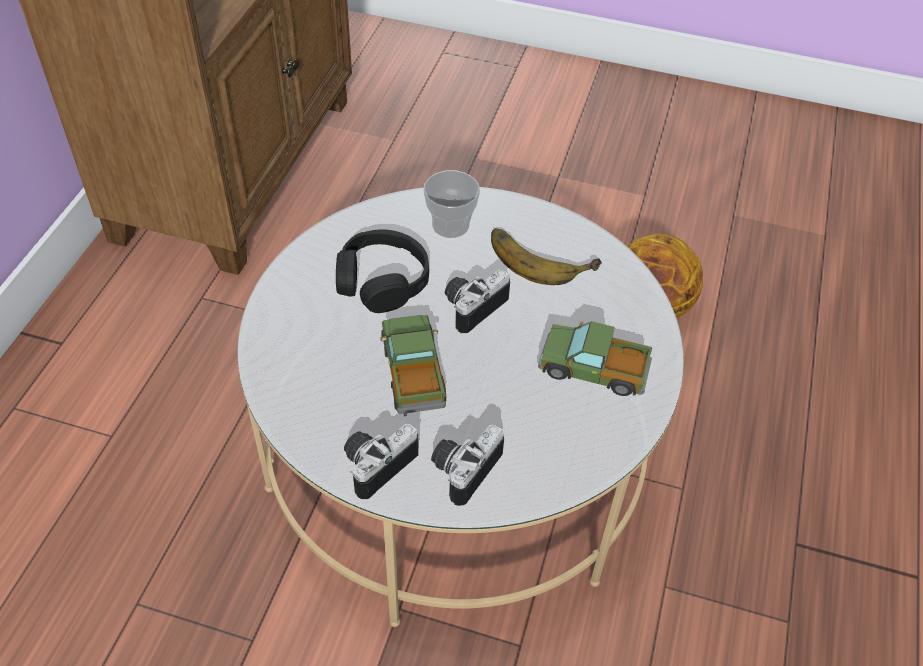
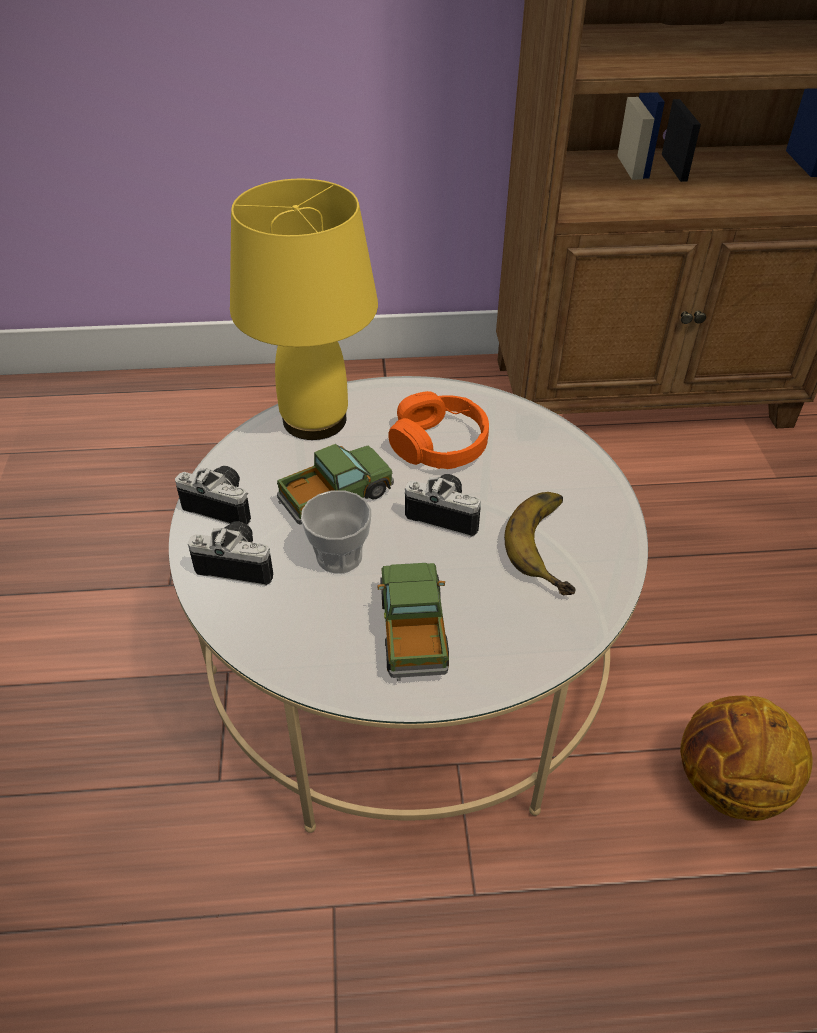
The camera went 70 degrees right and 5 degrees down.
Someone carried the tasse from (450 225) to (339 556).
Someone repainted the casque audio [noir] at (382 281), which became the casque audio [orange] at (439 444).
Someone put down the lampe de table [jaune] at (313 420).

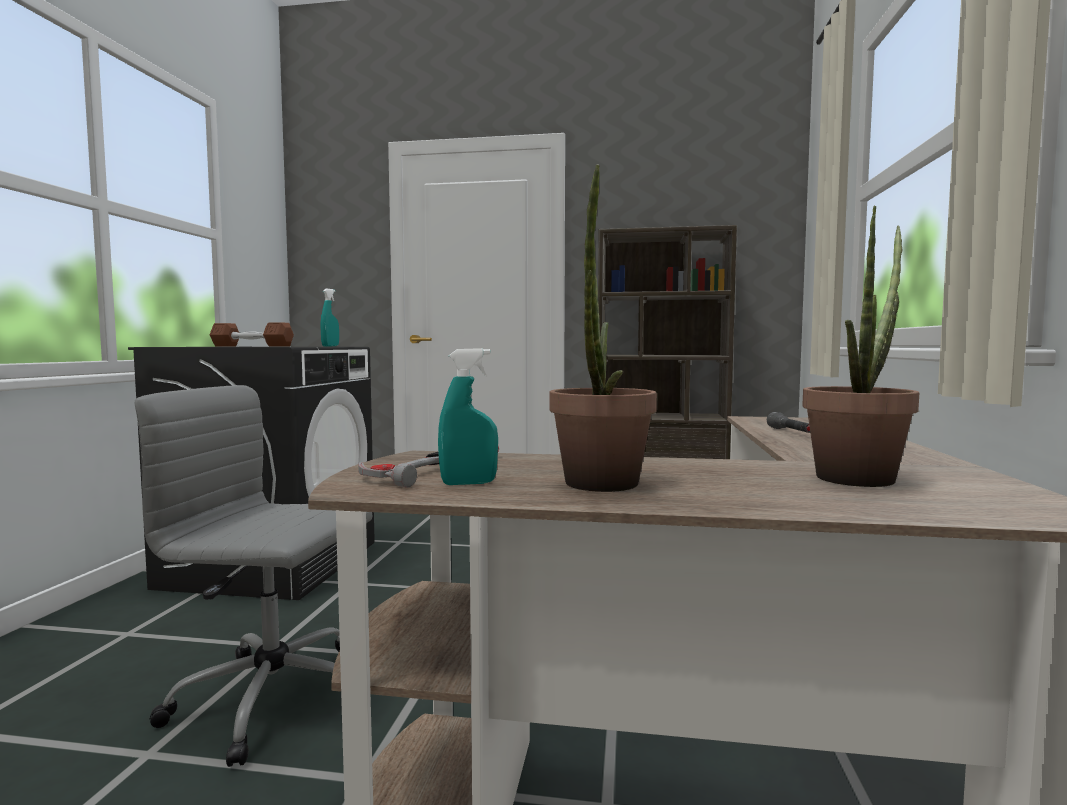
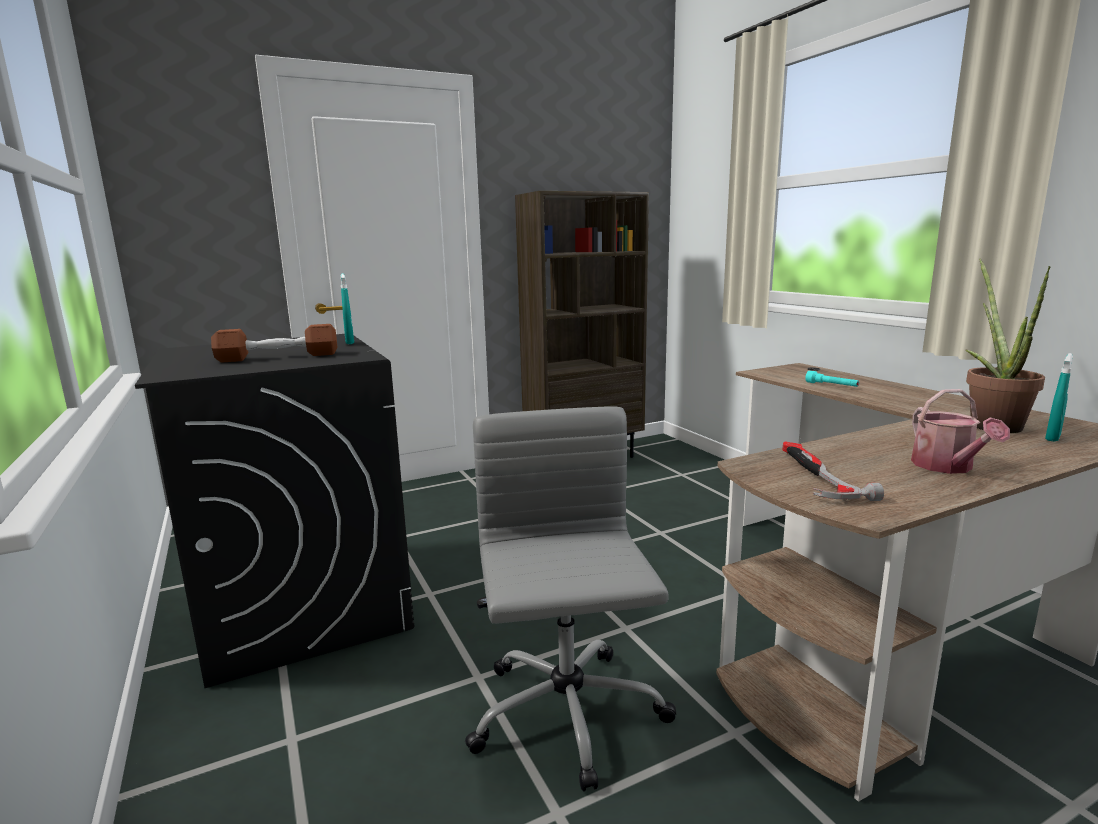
The camera went 35 degrees left and 10 degrees up.
Someone swapped the plante en pot at (600 487) for the arrosoir at (947 467).
Someone carried the vaporisateur [turquoise] from (468 483) to (1052 438).
Someone rotated the chaise de bureau [gris] at (276 697) by 105 degrees clockwise.
Someone repainted the lampe de poche [gris] at (790 432), which became the lampe de poche [turquoise] at (831 386).

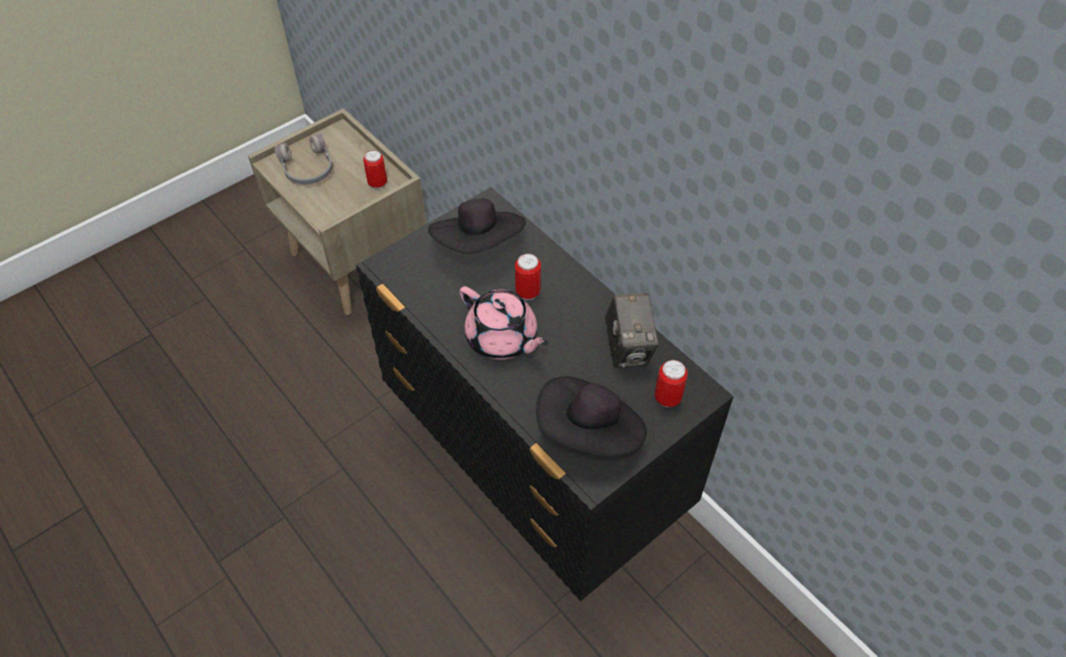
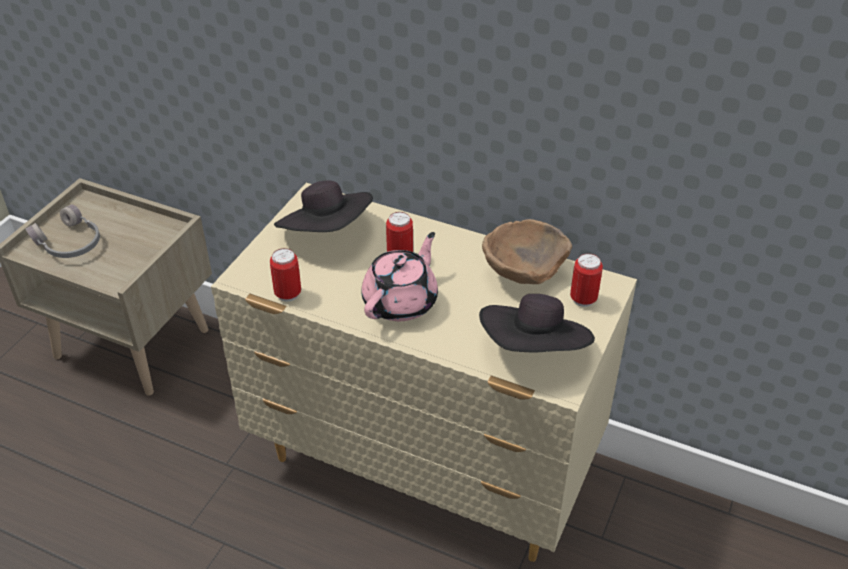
The camera went 25 degrees left and 10 degrees down.
Someone carried the boîte métallique from (377 183) to (288 294).
Someone repainted the commode [noir] at (535 470), which became the commode [beige] at (426 469).
Someone rotated the théière [rose] at (502 339) by 75 degrees counterclockwise.
Someone swapped the appareil photo at (628 348) for the bol [marron] at (522 272).

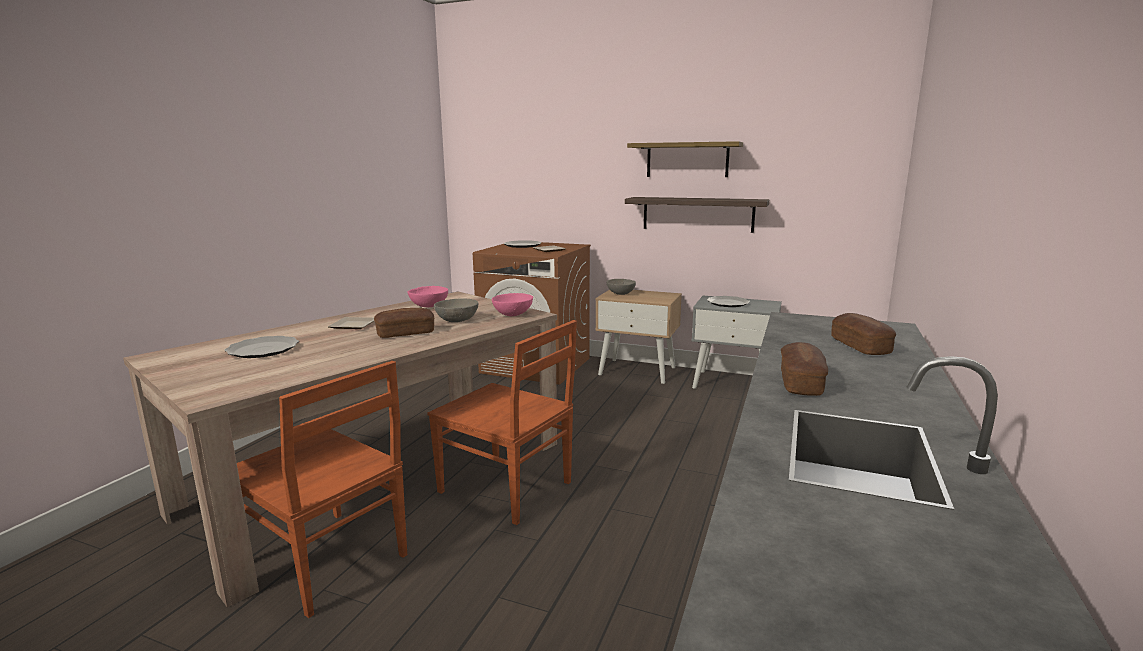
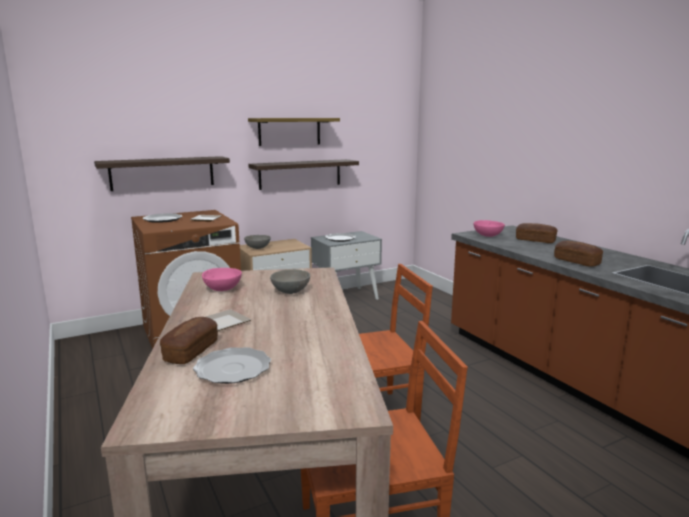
The camera went 50 degrees left and 0 degrees up.
Someone carried the bol [rose] from (513 314) to (487 235).
Someone carried the pain from (405 333) to (191 351).
Someone put up the étagère at (162 173).

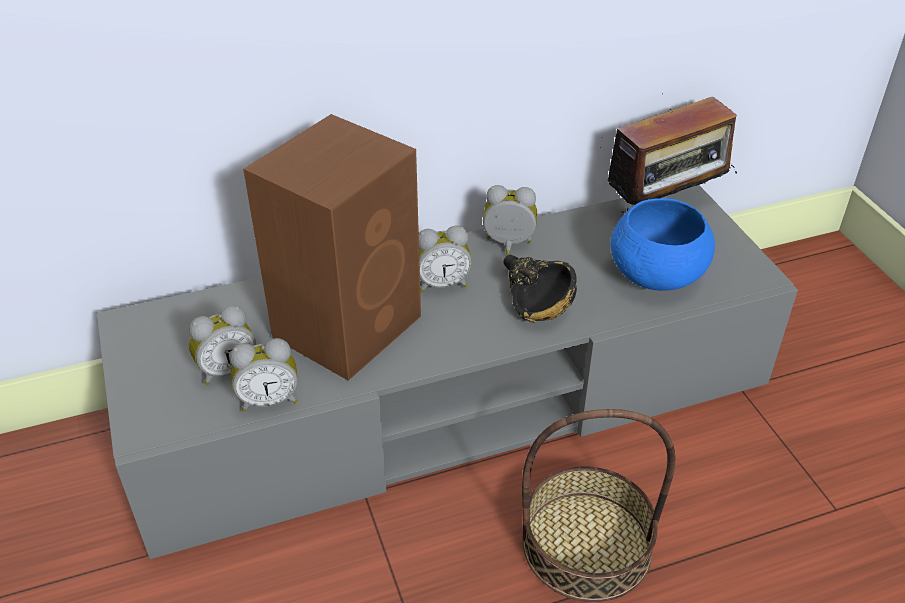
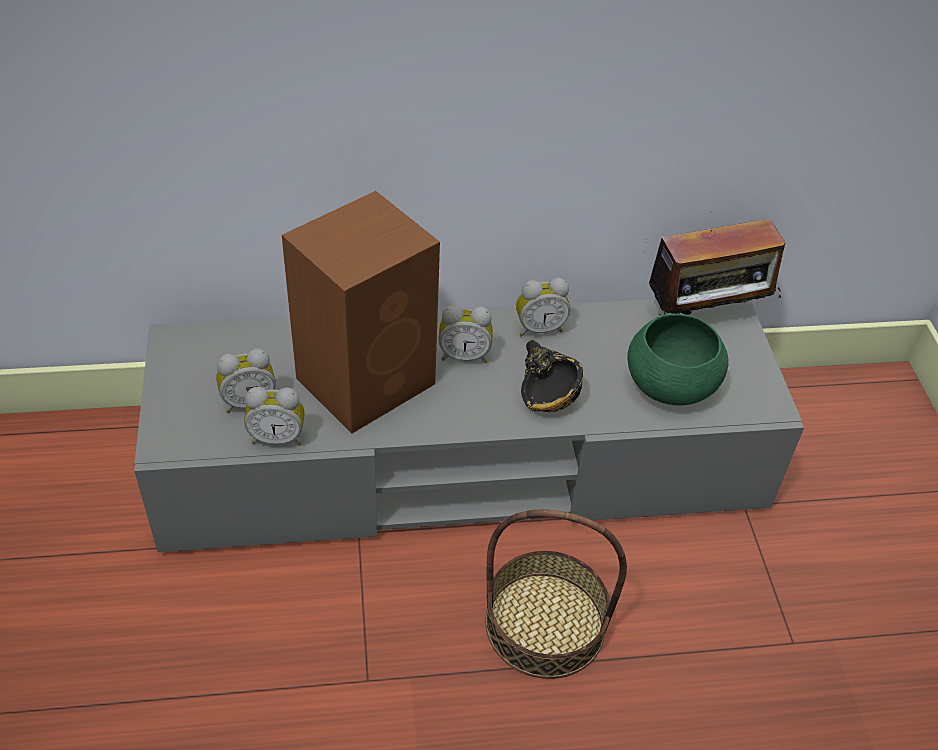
The camera went 10 degrees right and 5 degrees up.
Someone rotated the réveil at (508 245) by 150 degrees clockwise.
Someone repainted the bol [bleu] at (655 275), which became the bol [vert] at (669 386).

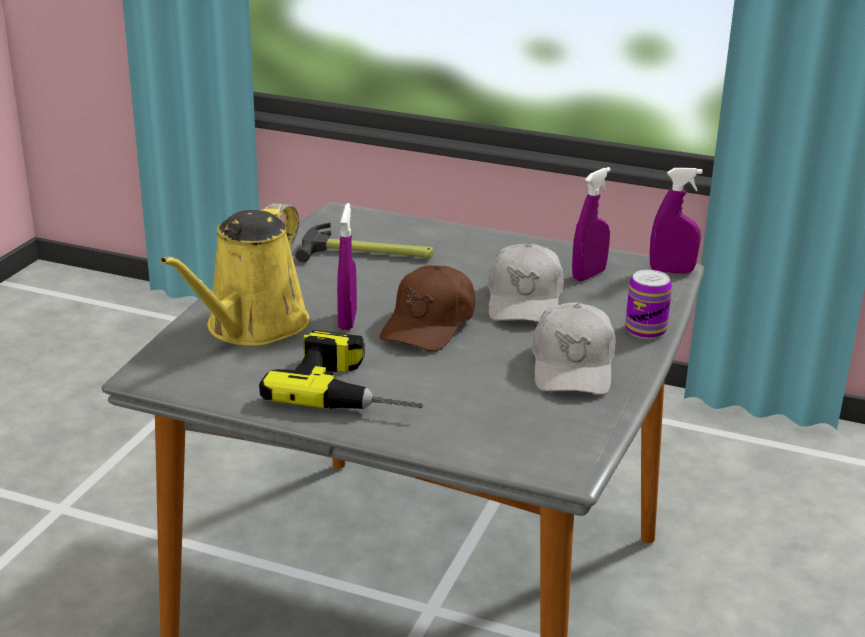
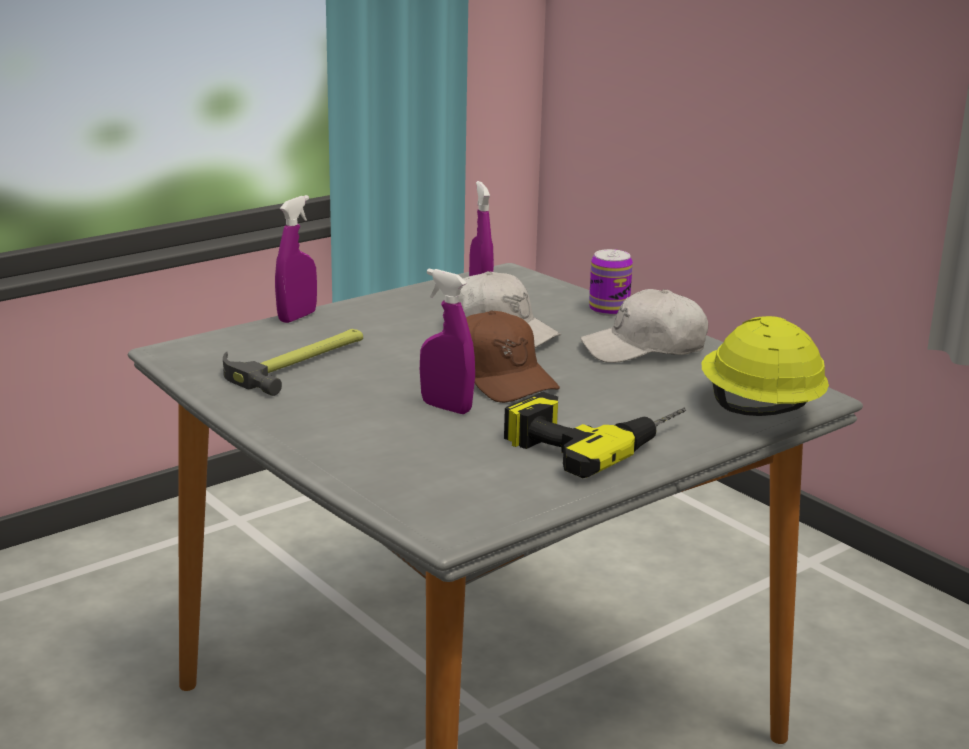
The camera went 60 degrees left and 5 degrees down.
Someone carried the vaporisateur [violet] from (671 271) to (297 317).
Someone took away the arrosoir [jaune] at (252 327).
Someone rotated the casquette [blanc] at (573 366) by 135 degrees clockwise.
Someone put down the casque de chantier [jaune] at (759 410).

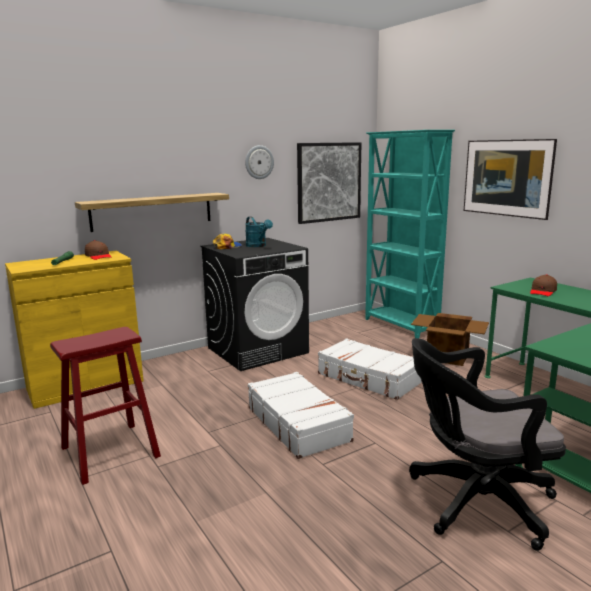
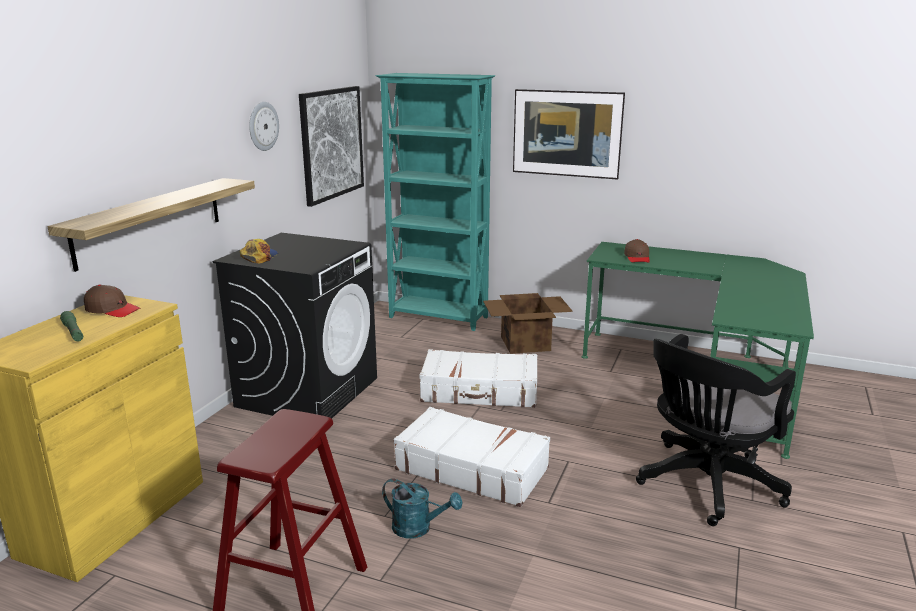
The camera went 35 degrees left and 5 degrees up.
Someone carried the arrosoir [turquoise] from (258 246) to (418 528).

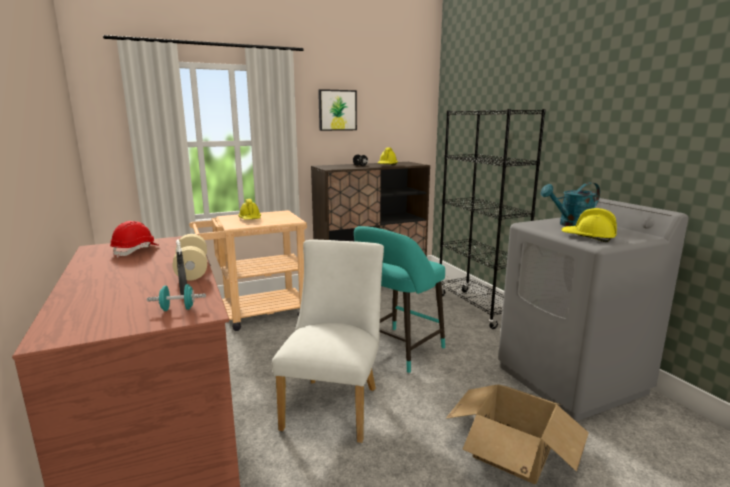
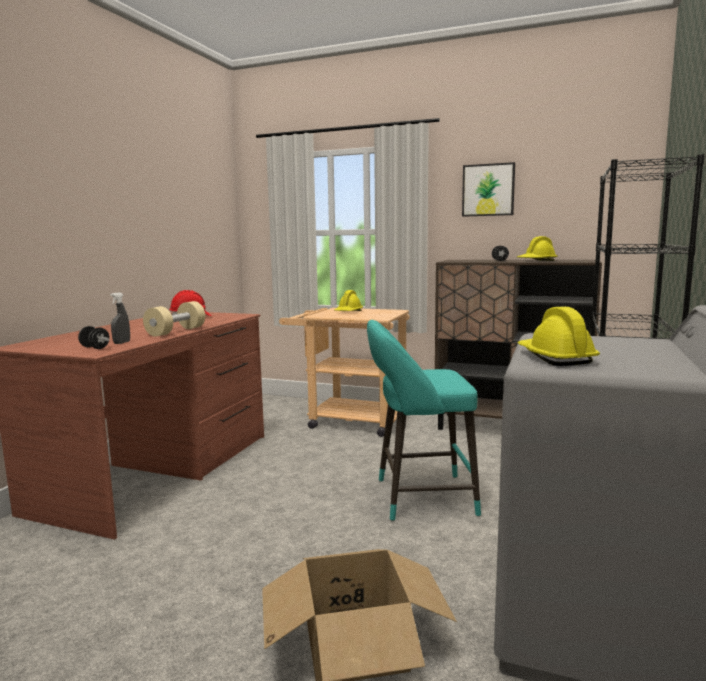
The camera went 45 degrees right and 5 degrees down.
Someone took away the arrosoir [turquoise] at (571 225).
Someone took away the chaise [blanc] at (334 404).
Someone repainted the haltère [turquoise] at (178 309), which became the haltère [noir] at (95 348).

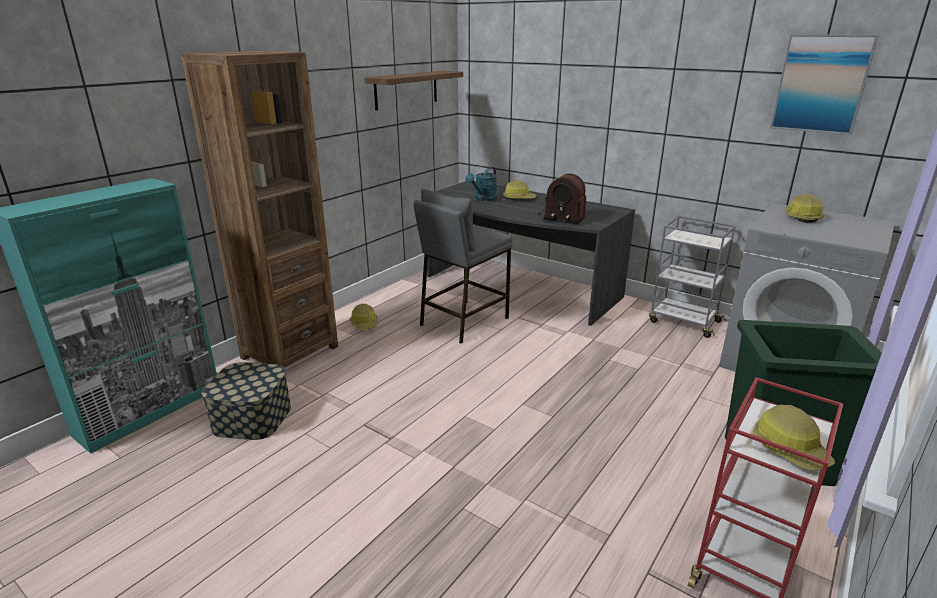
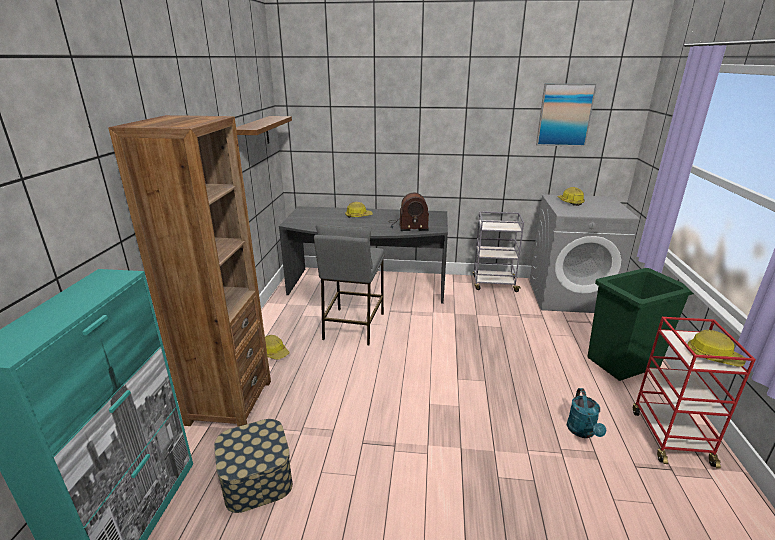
The camera went 30 degrees left and 0 degrees up.
Someone carried the arrosoir [turquoise] from (483 199) to (582 432).

